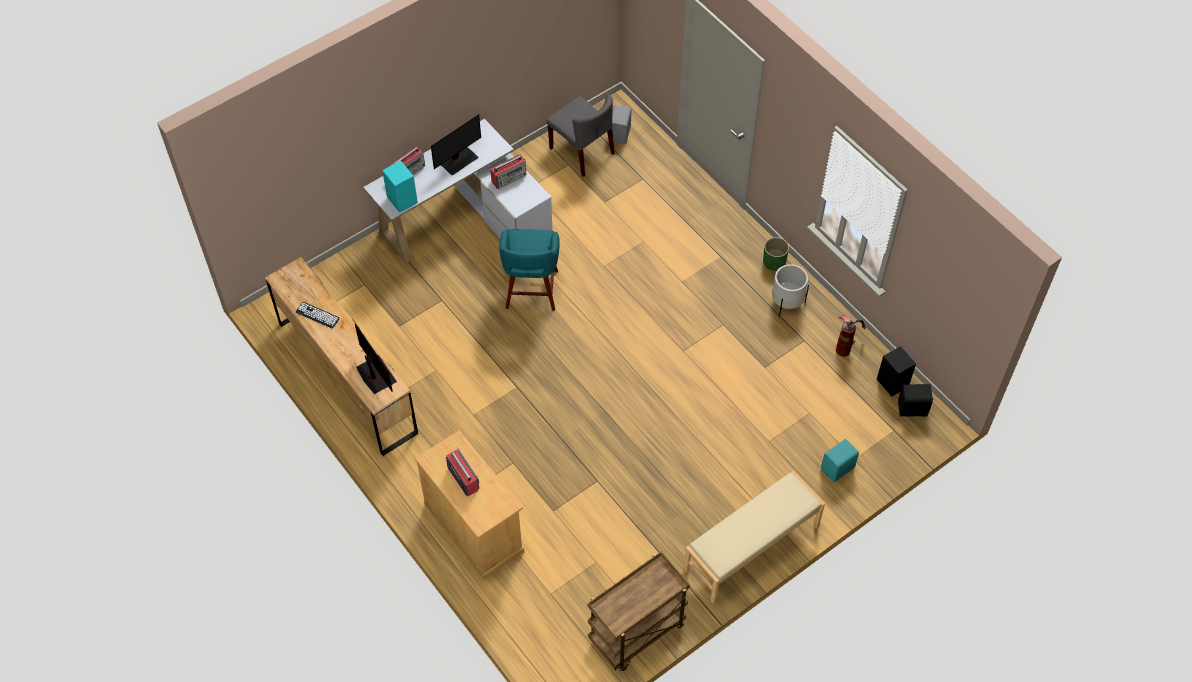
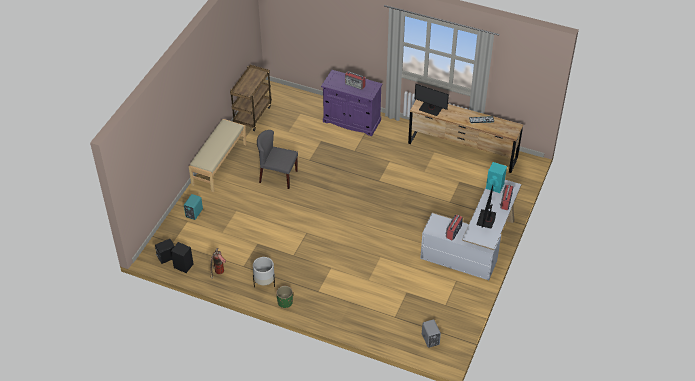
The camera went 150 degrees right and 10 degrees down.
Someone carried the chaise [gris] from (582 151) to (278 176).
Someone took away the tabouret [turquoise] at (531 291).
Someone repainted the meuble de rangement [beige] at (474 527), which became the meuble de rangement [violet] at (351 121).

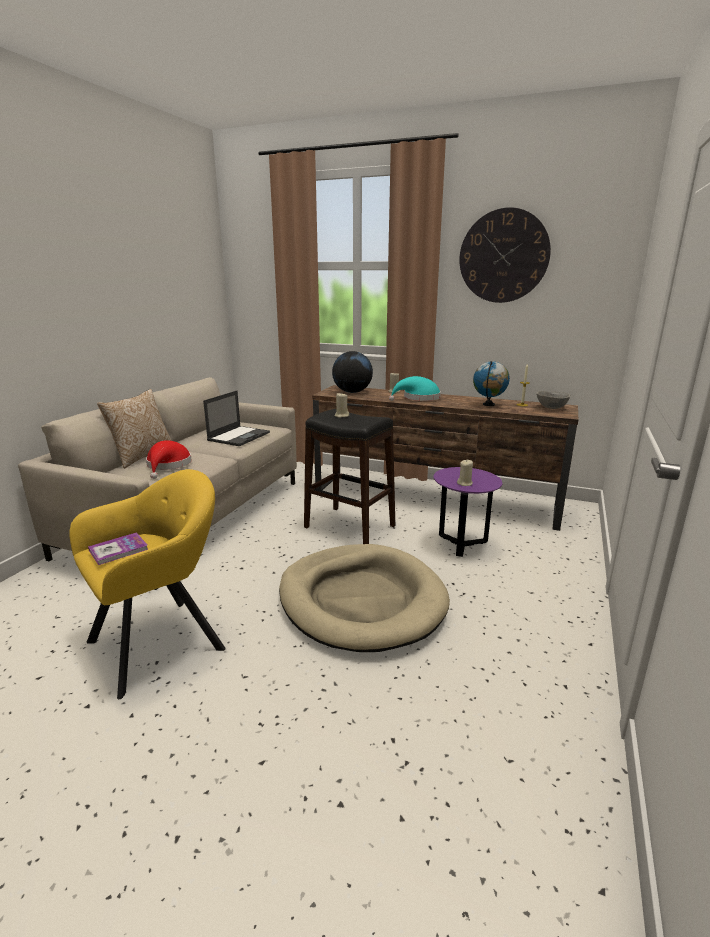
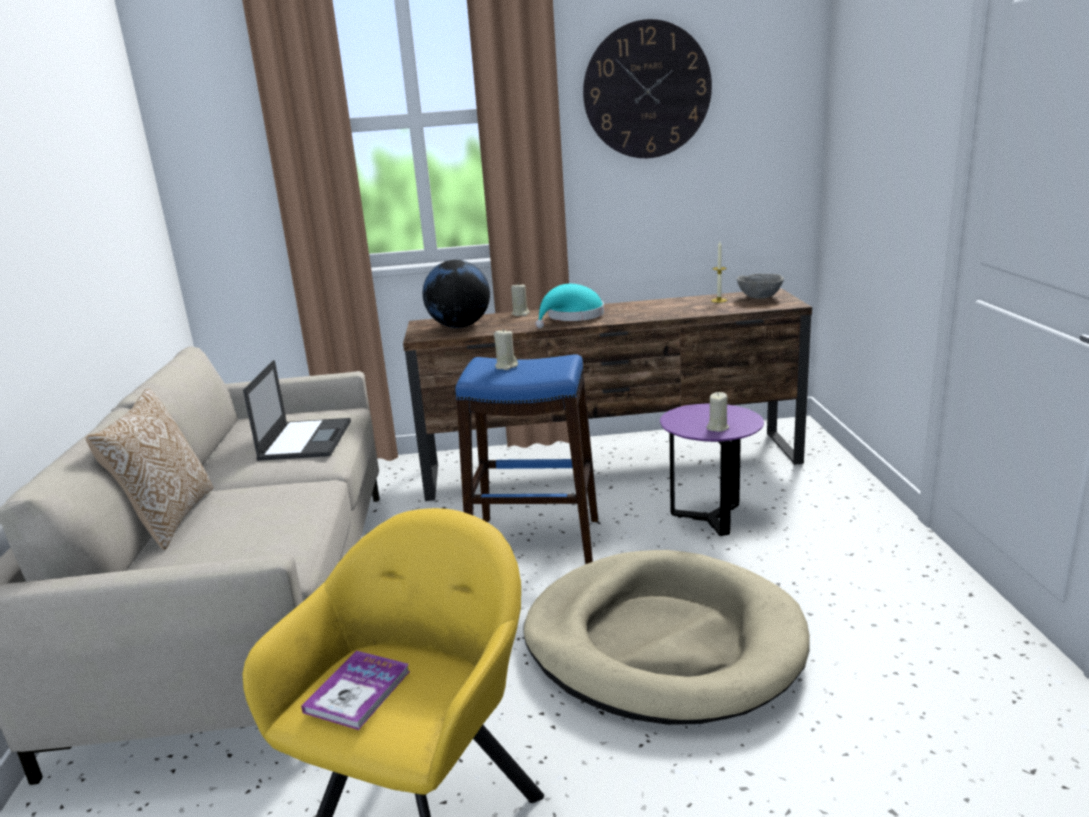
The camera went 25 degrees left and 0 degrees up.
Someone took away the globe at (488 405).
Someone repainted the tabouret [noir] at (350 526), which became the tabouret [bleu] at (535 540).
Someone took away the chapeau [rouge] at (168 465).

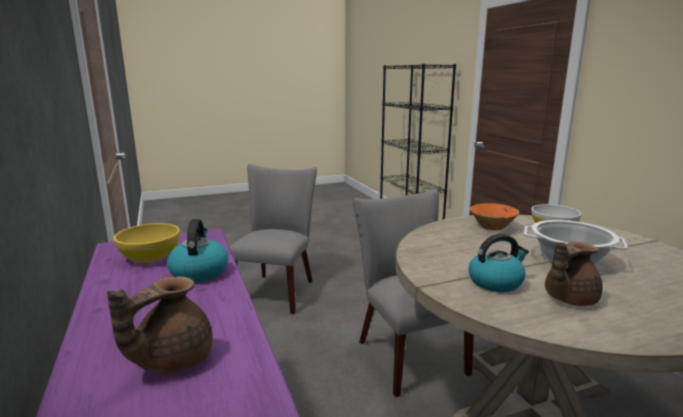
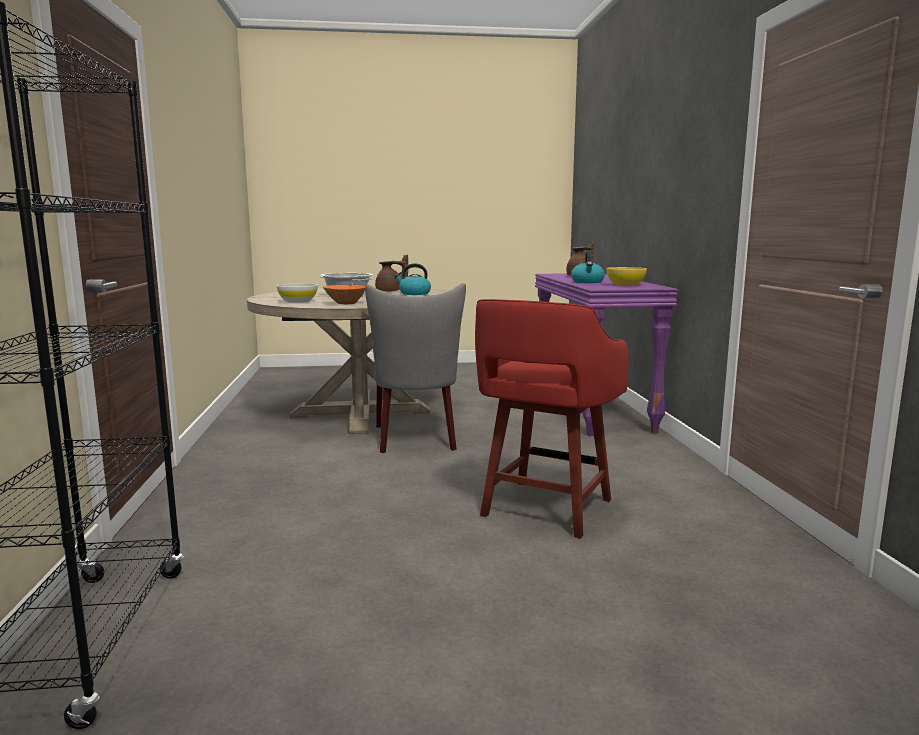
The camera went 165 degrees left and 5 degrees down.
Someone swapped the chaise [gris] at (277 290) for the tabouret [rouge] at (545 509).

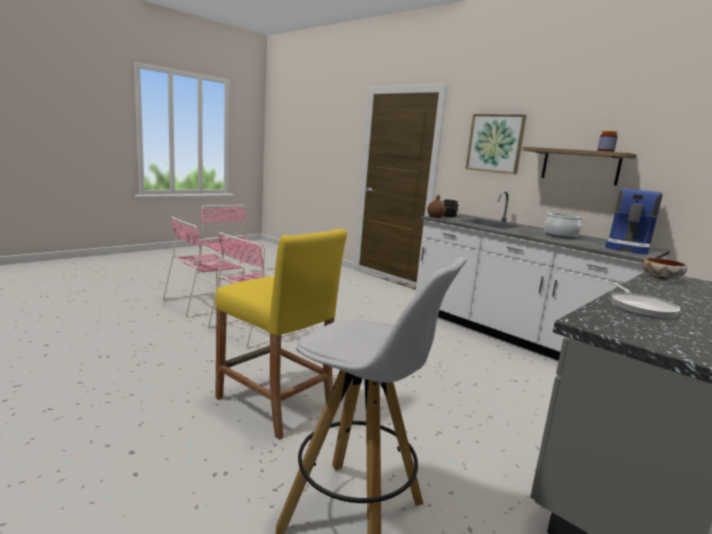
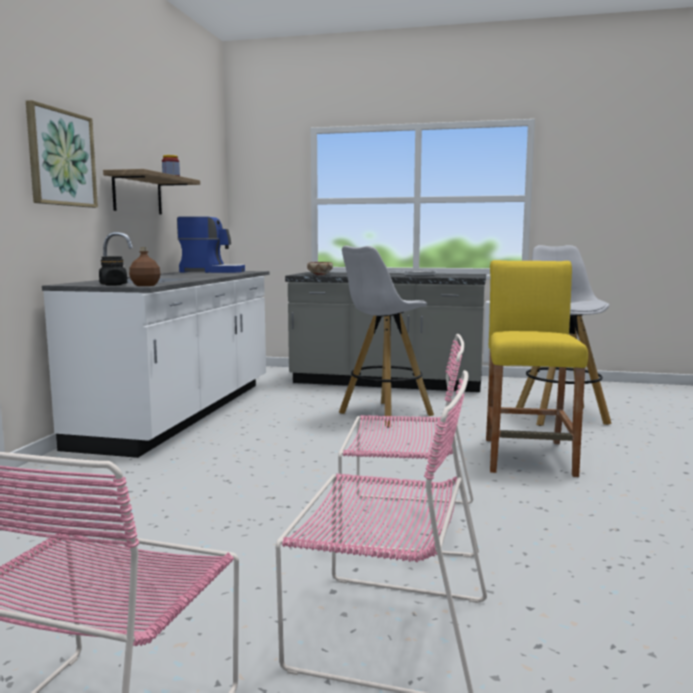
The camera went 120 degrees left and 5 degrees down.
Someone took away the marmite at (560 236).
Someone put down the tabouret [blanc] at (384 414).

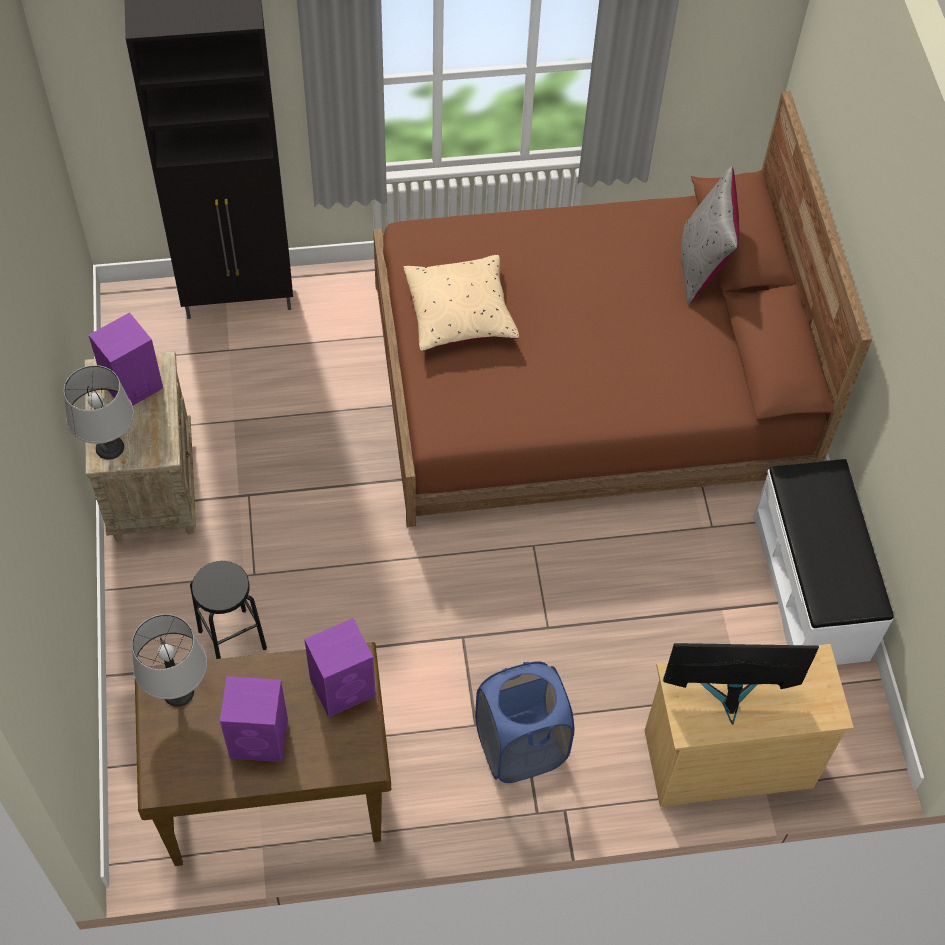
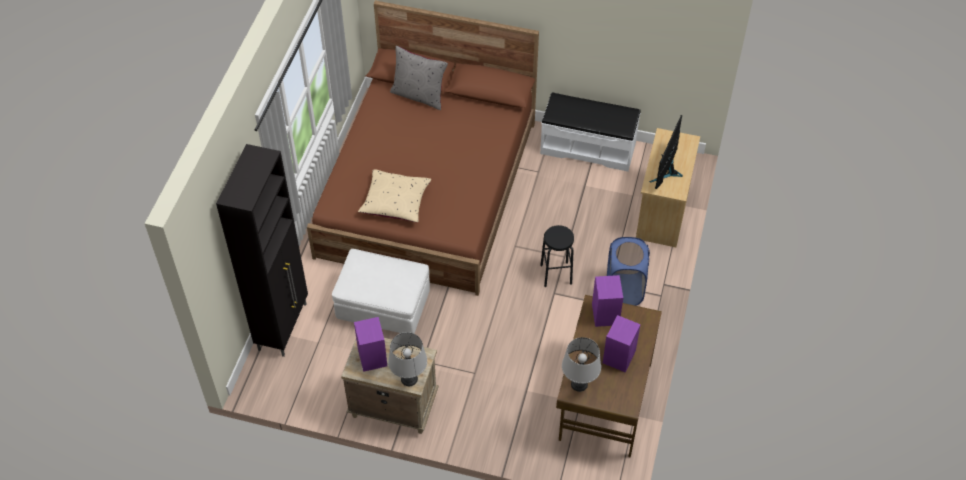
The camera went 65 degrees left and 5 degrees down.
Someone carried the tabouret [noir] from (232 639) to (556 274).
Someone put down the pouf [blanc] at (383 306).

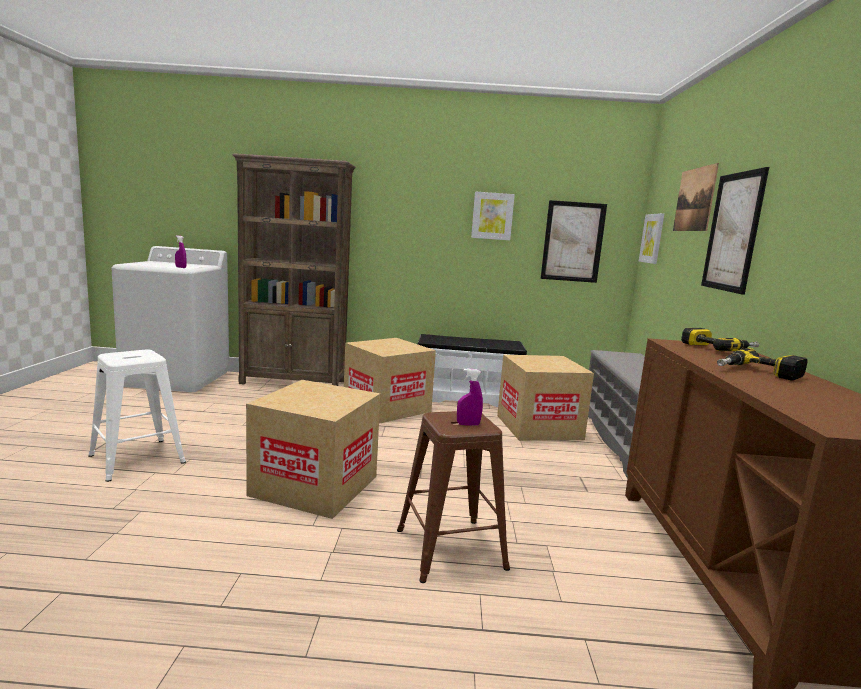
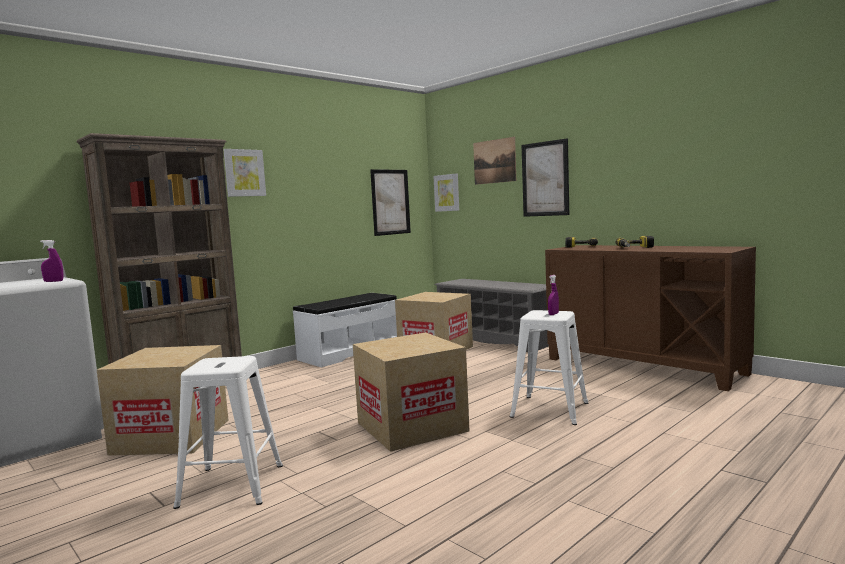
The camera went 45 degrees left and 5 degrees down.
Someone carried the tableau from (492 216) to (244 173).
Someone carried the carton from (387 407) to (172 436).
Someone repainted the tabouret [marron] at (451 547), which became the tabouret [blanc] at (549 409).

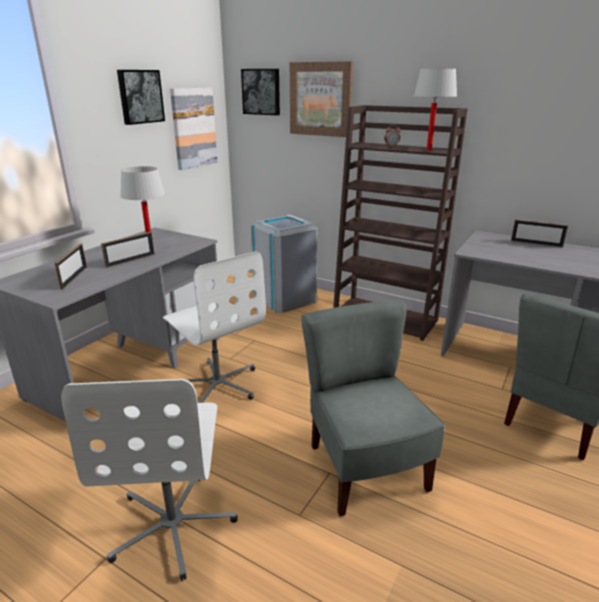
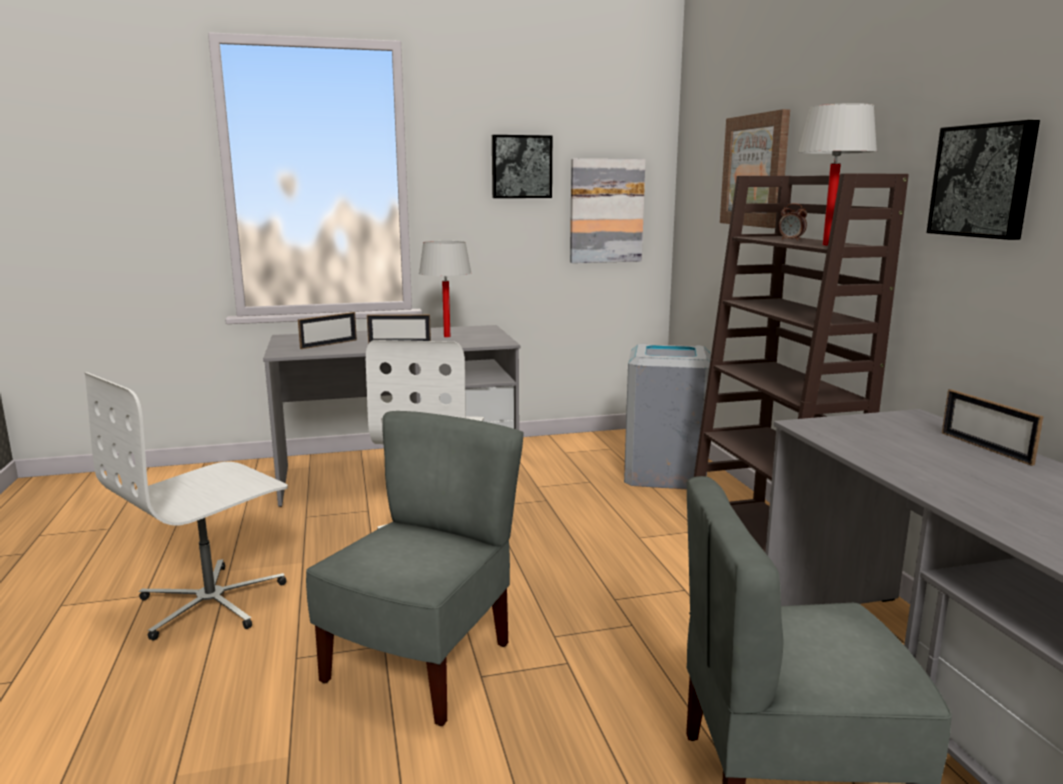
The camera went 45 degrees right and 10 degrees down.
Someone carried the tableau from (261 92) to (984 181).

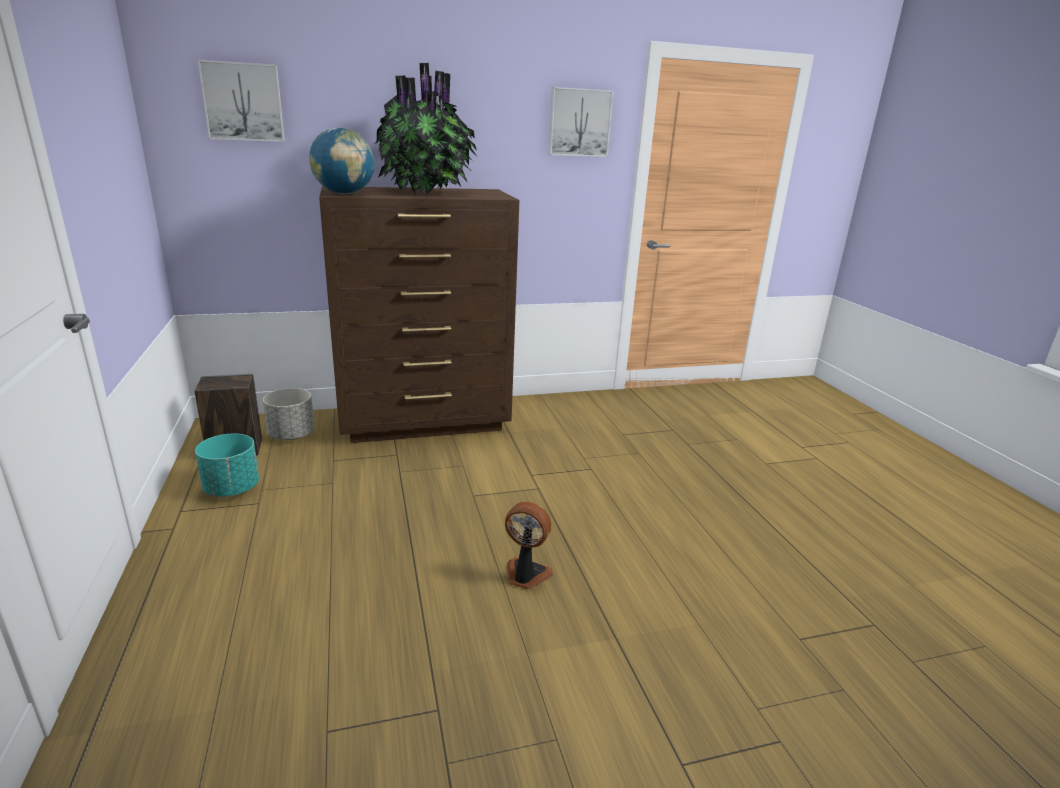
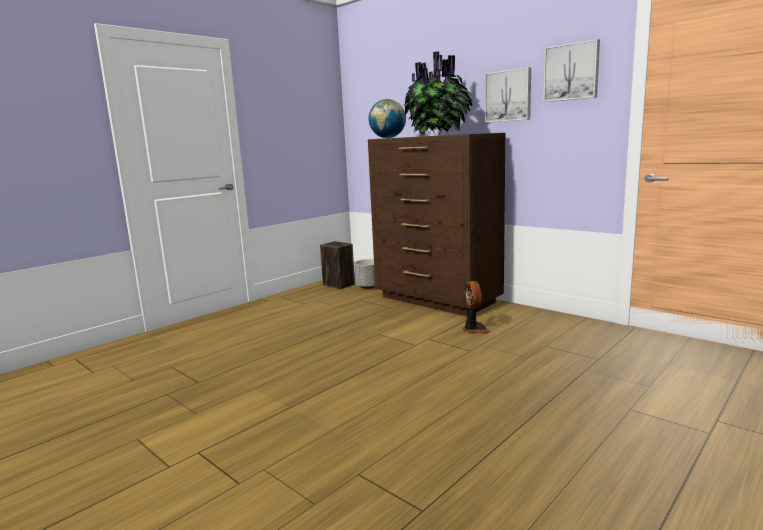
The camera went 60 degrees right and 10 degrees down.
Someone carried the tableau from (243 102) to (508 96).
Someone took away the cache-pot [turquoise] at (232 489).
Someone carried the ventilateur from (525 575) to (474 329).

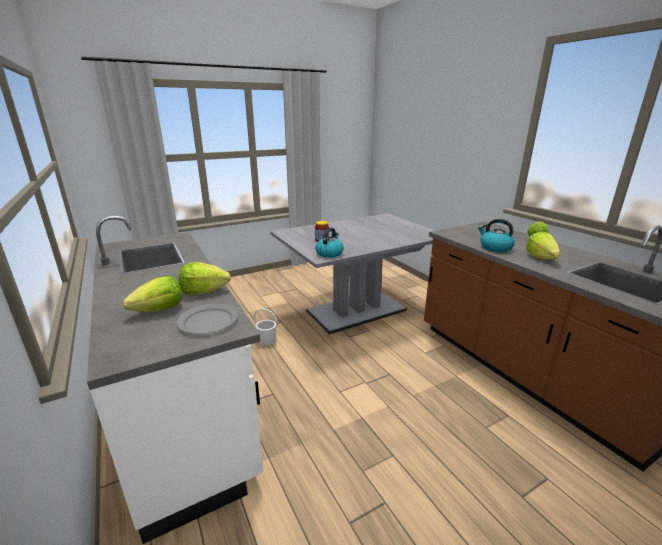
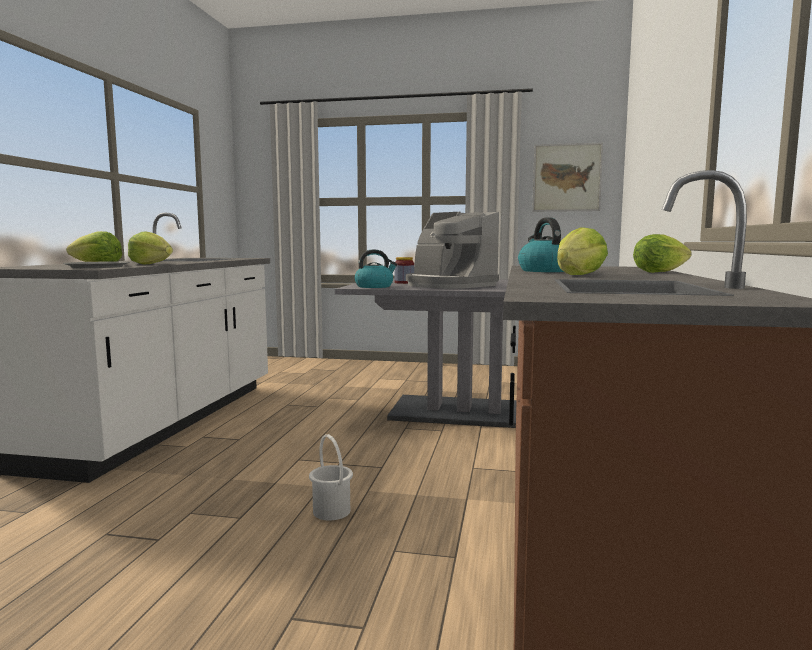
The camera went 40 degrees right and 15 degrees down.
Someone carried the seau [blanc] from (267 340) to (331 511).
Someone put up the tableau at (567 177).
Someone put down the machine à café at (448 285).

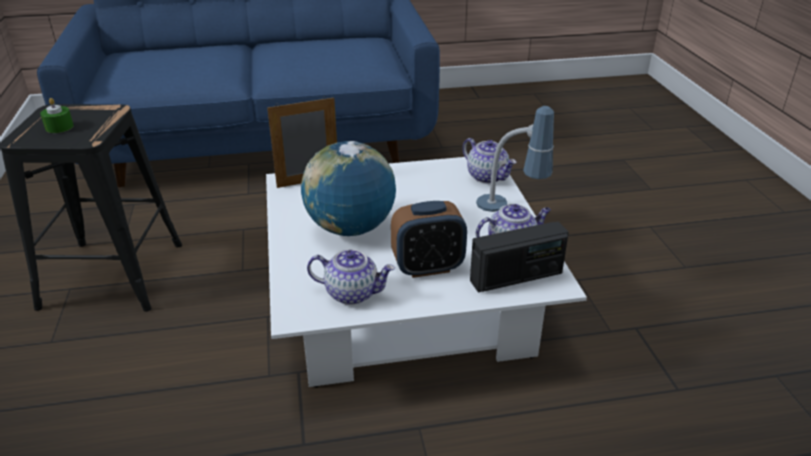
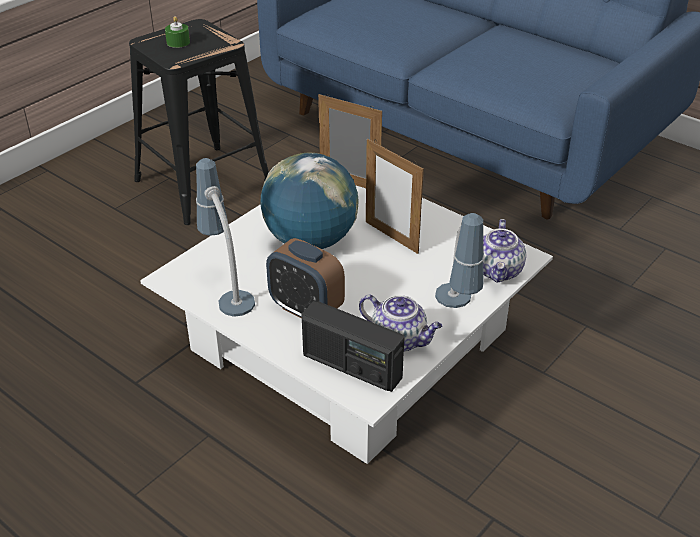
The camera went 50 degrees right and 5 degrees up.
Someone swapped the théière at (352 293) for the lampe de table at (227 289).
Someone put down the cadre photo at (391 237).

